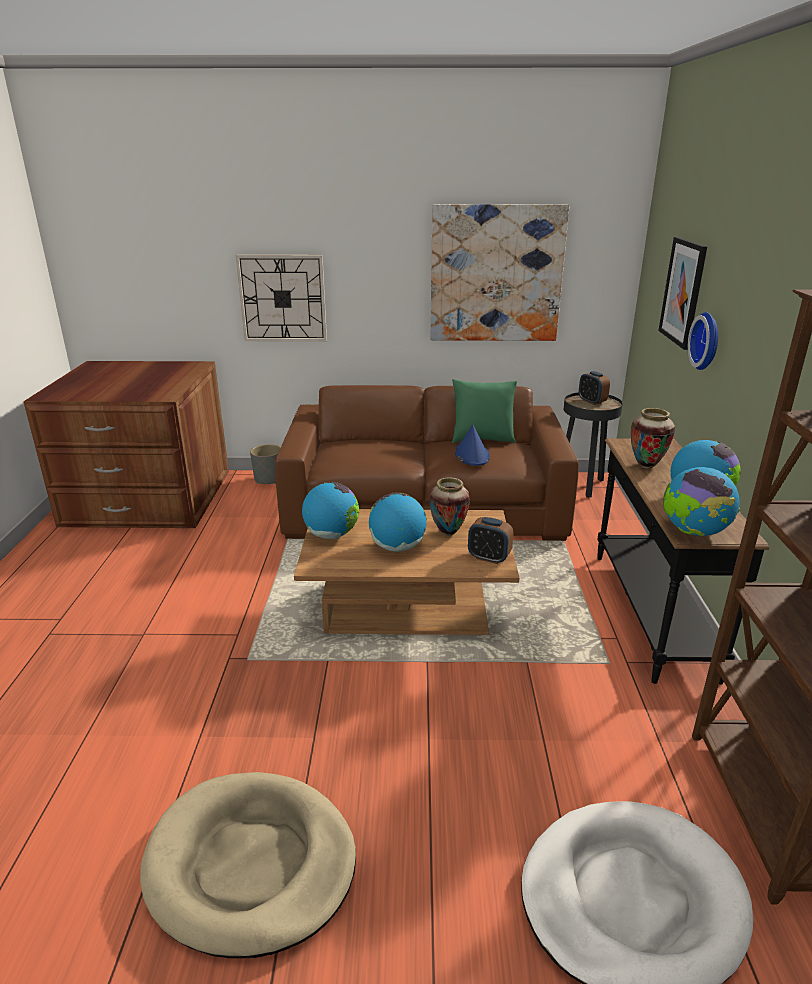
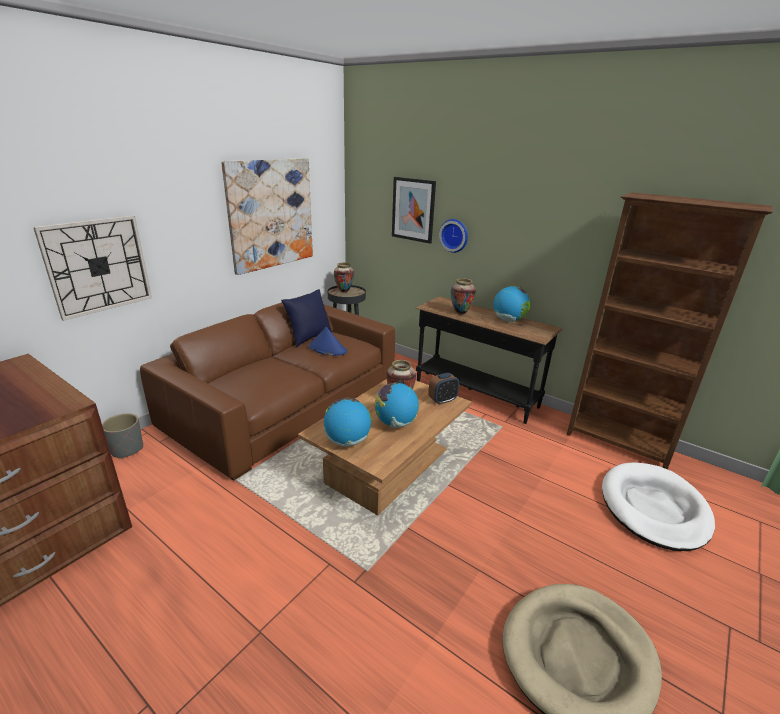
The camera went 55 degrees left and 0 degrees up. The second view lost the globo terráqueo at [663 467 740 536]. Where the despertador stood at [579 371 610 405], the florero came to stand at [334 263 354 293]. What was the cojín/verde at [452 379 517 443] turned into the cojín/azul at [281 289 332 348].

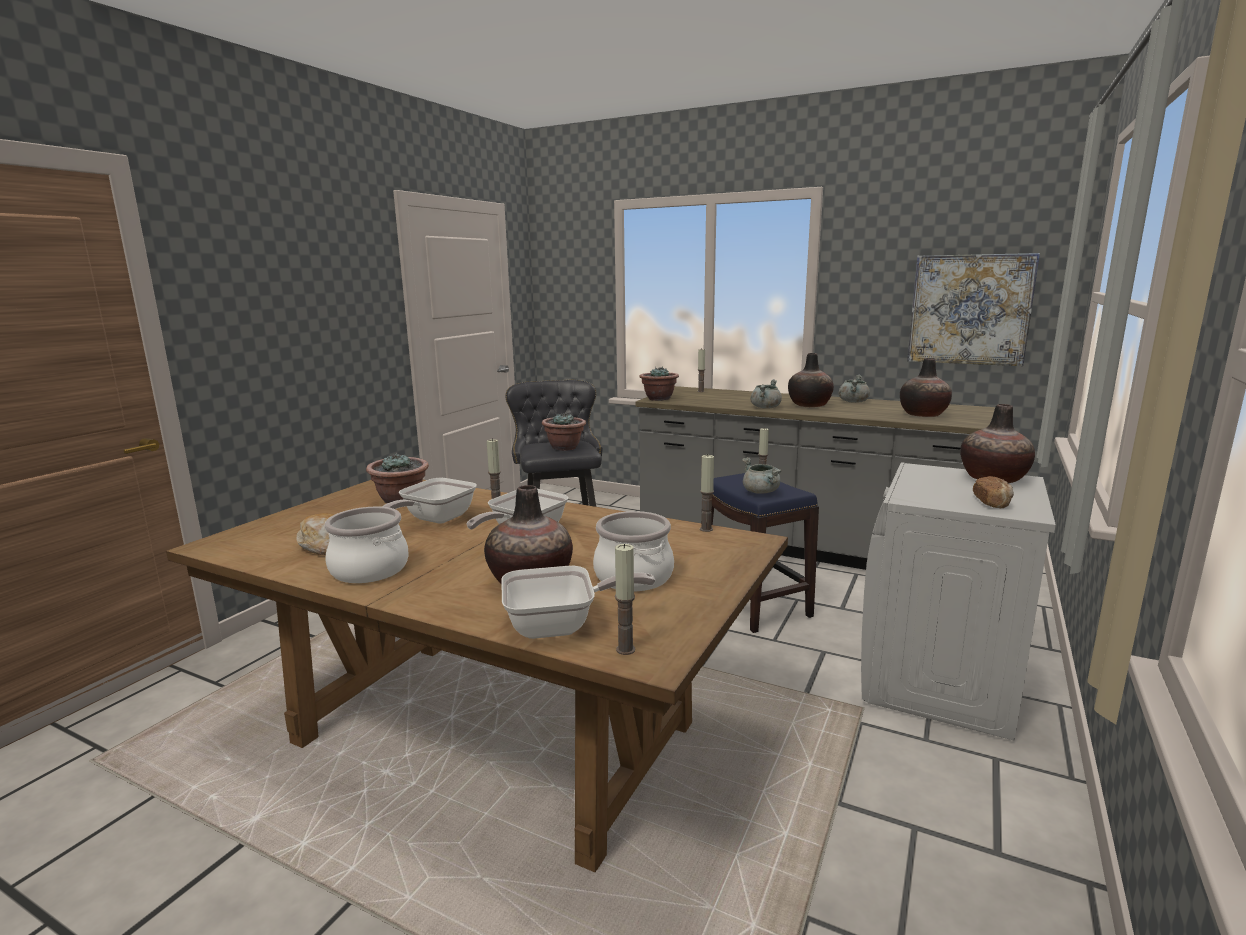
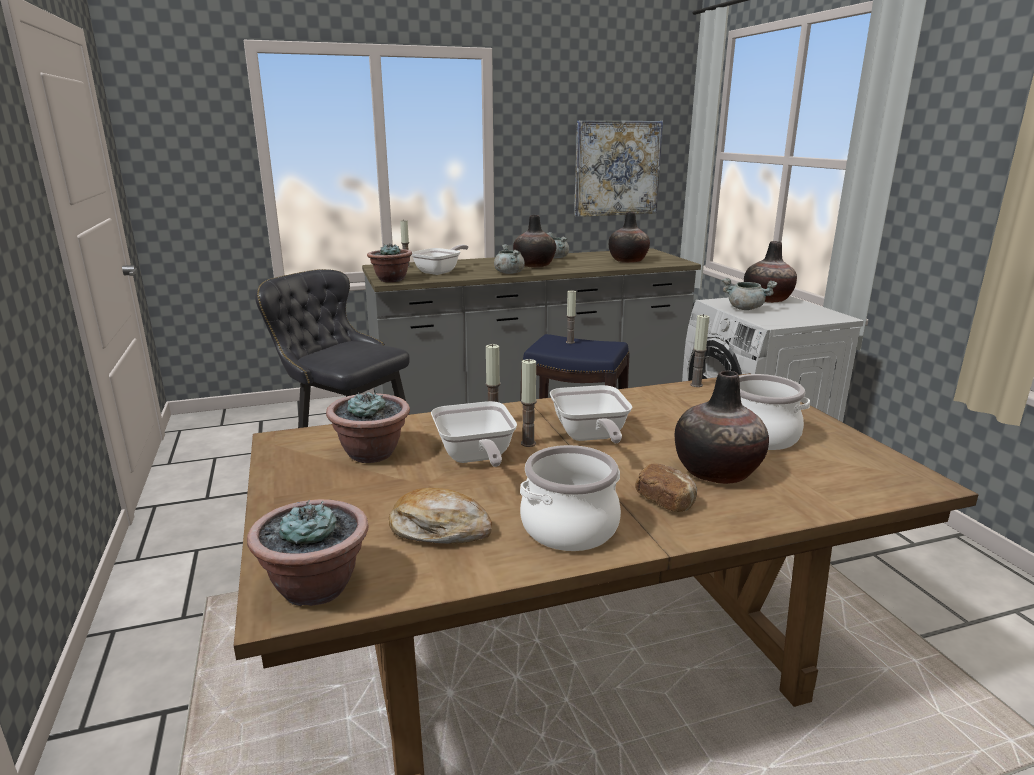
The camera went 45 degrees left and 5 degrees up. The sartén ended up elsewhere, having gone from [501 566 656 639] to [412 245 468 275]. The planta en maceta ended up elsewhere, having gone from [542 412 586 451] to [247 499 369 606]. The vela ended up elsewhere, having gone from [615 544 635 655] to [521 358 537 447]. The olla/gris ended up elsewhere, having gone from [742 457 782 494] to [722 278 777 310]. The pan ended up elsewhere, having gone from [973 476 1014 508] to [635 464 697 512].

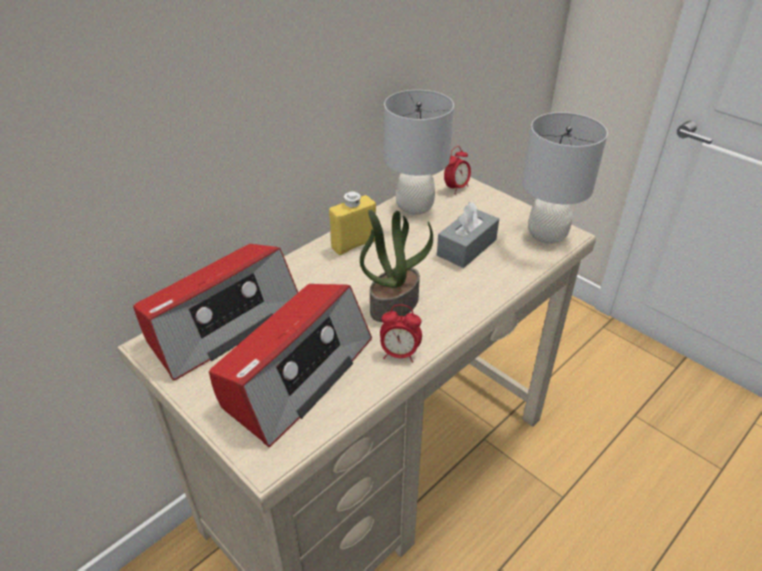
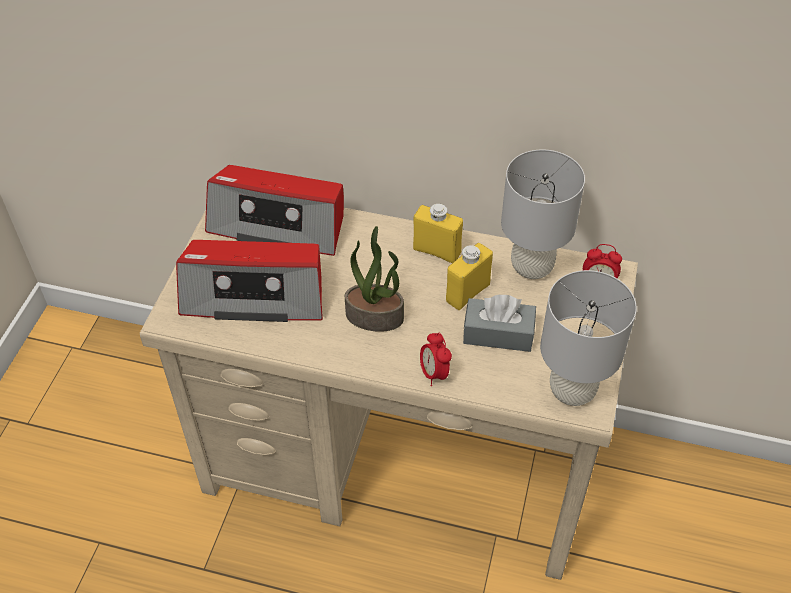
The camera went 60 degrees right and 10 degrees up. The second view gained the botella/amarillo at [446 243 493 310]. The despertador ended up elsewhere, having gone from [380 305 422 363] to [420 333 452 386].

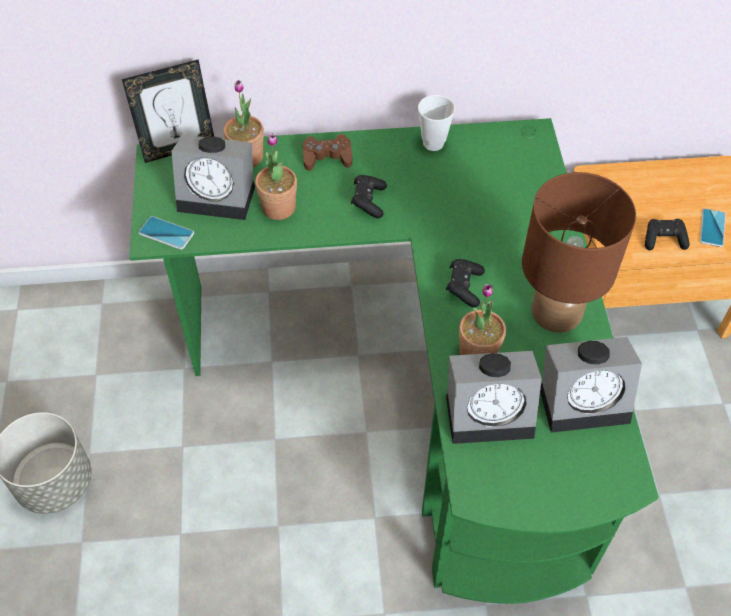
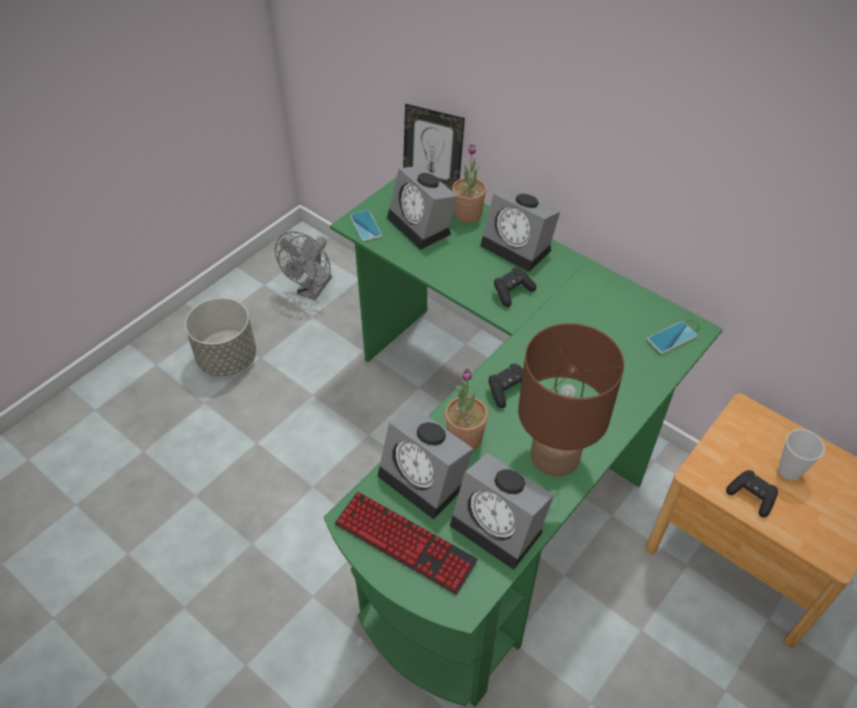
The camera went 45 degrees right and 5 degrees down. The second view lost the planta en maceta at [255 133 297 220]. The second view gained the ventilador/gris at [275 231 332 300]. The second view gained the teclado at [334 492 478 595]. The taza ended up elsewhere, having gone from [418 95 455 151] to [779 429 825 480]. The móvil ended up elsewhere, having gone from [700 208 726 247] to [647 321 697 354]. Where the mando de consola/marrón stood at [303 134 353 171], the despertador came to stand at [480 187 560 272].

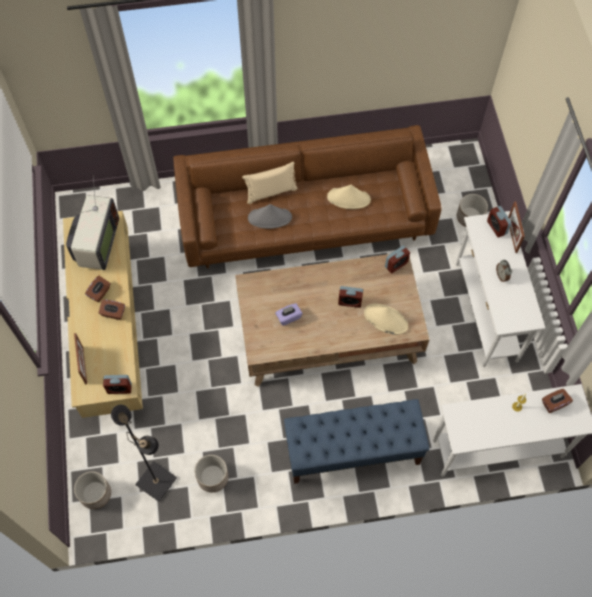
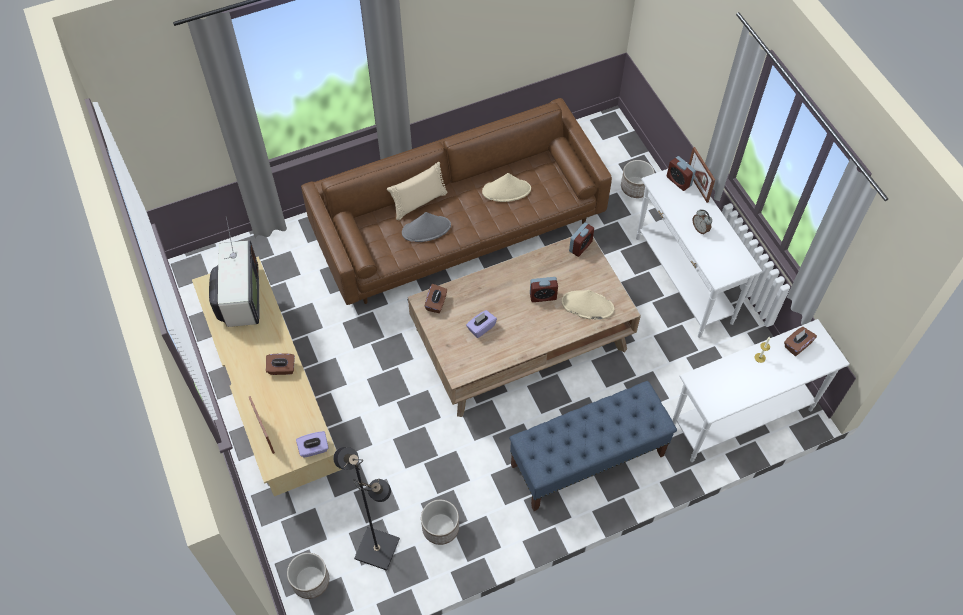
The camera went 15 degrees left and 5 degrees down. The caja de pañuelos/marrón ended up elsewhere, having gone from [85 276 111 302] to [425 284 447 313]. Where the despertador stood at [103 375 132 394], the caja de pañuelos/morado came to stand at [296 431 329 458].

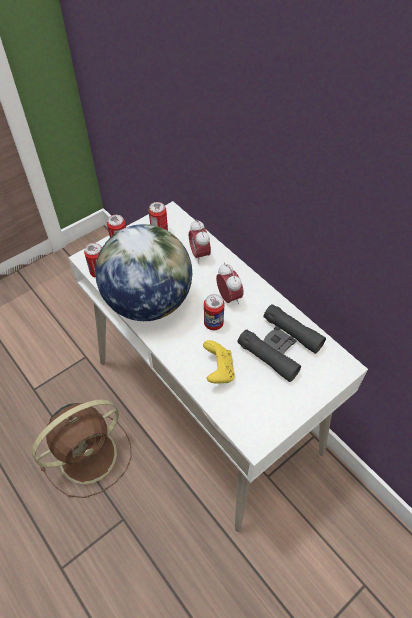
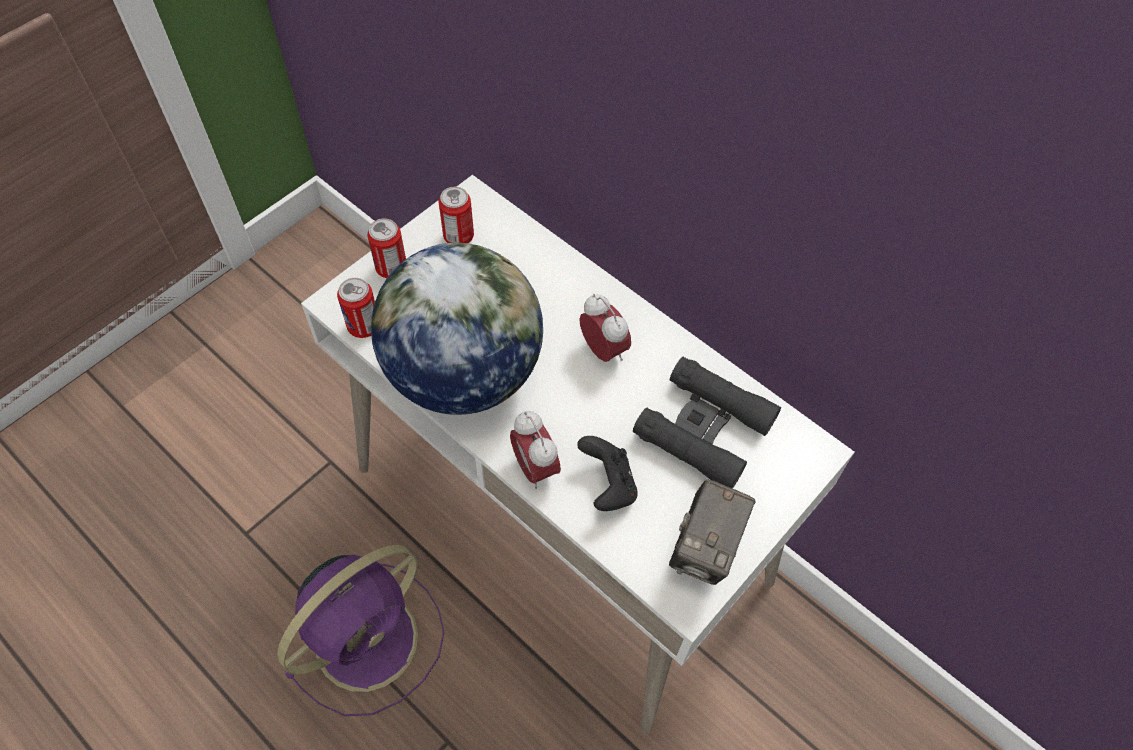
The camera went 10 degrees left and 5 degrees up. The second view lost the lata at [204 294 224 330]. The second view gained the cámara at [669 479 756 585]. The despertador ended up elsewhere, having gone from [189 219 211 264] to [510 411 561 489]. What was the ventilador/marrón at [32 399 132 498] turned into the ventilador/morado at [277 545 444 716]. What was the mando de consola/amarillo at [203 340 235 384] turned into the mando de consola/negro at [577 436 638 511].

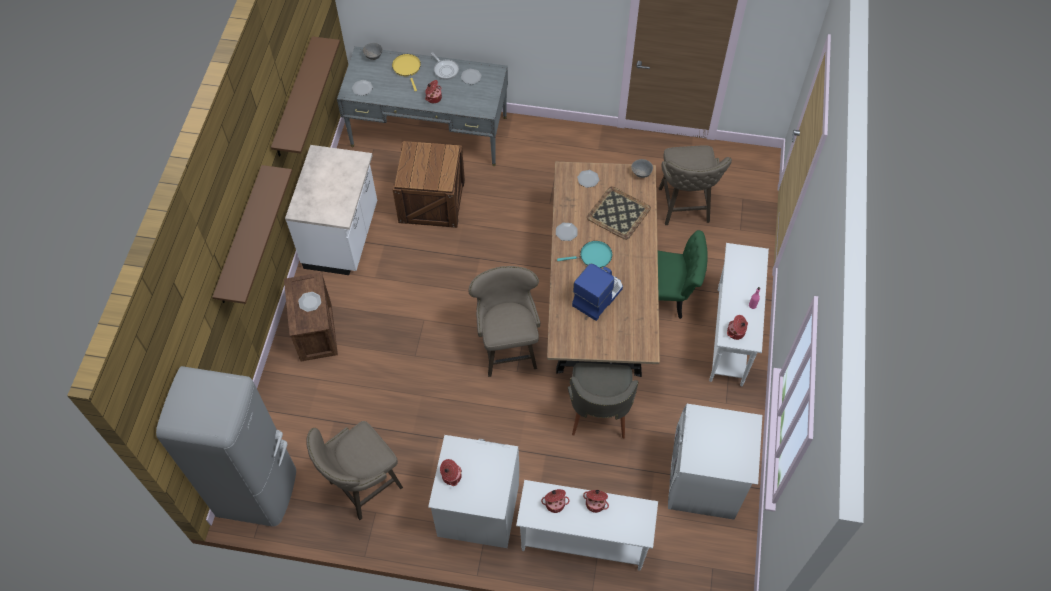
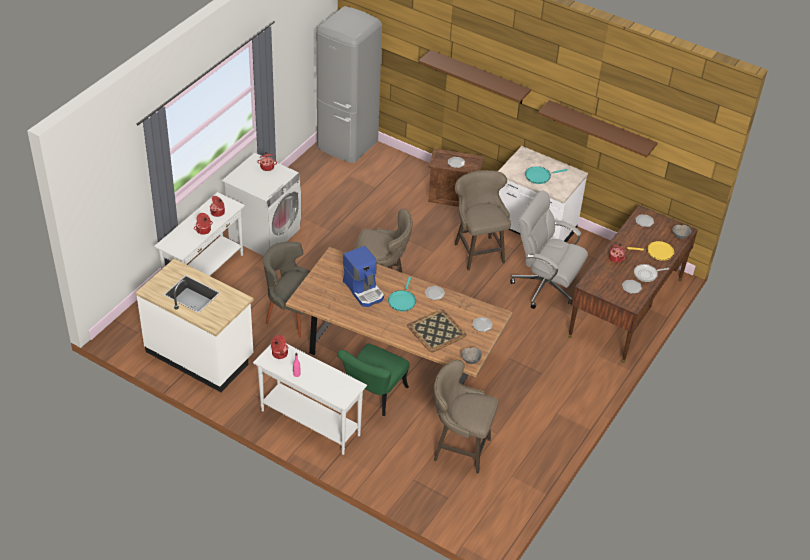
The camera went 110 degrees right and 15 degrees down. The second view gained the sartén/turquesa at [525 166 568 184]. The taburete/beis ended up elsewhere, having gone from [307 421 403 520] to [455 170 511 270]. Where the caja de embalaje stood at [392 141 465 228], the silla de oficina/gris came to stand at [510 191 588 309]. Where the lavadora/blanco stood at [668 404 762 520], the mueble bajo de cocina/blanco came to stand at [136 258 254 392]. What was the escritorio/gris at [337 46 508 166] turned into the escritorio/marrón at [568 205 698 363].

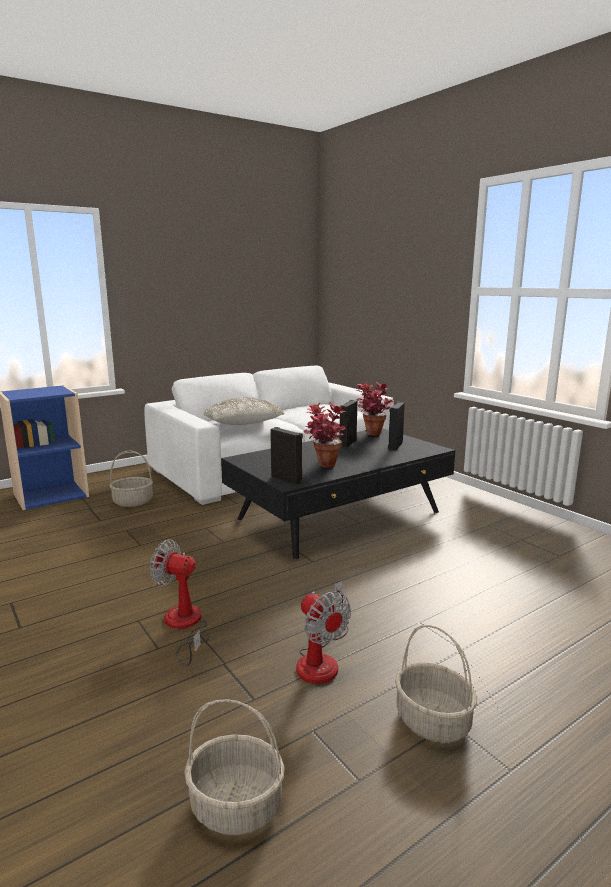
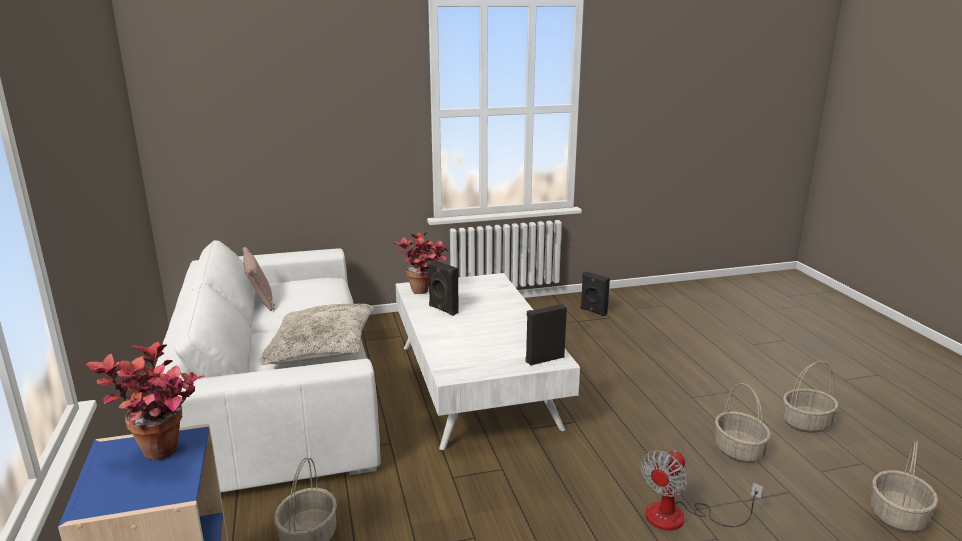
The camera went 70 degrees left and 5 degrees up. The second view gained the cojín/beis at [243 247 275 311]. The planta en maceta ended up elsewhere, having gone from [303 403 346 468] to [86 342 205 461]. The altavoz/negro ended up elsewhere, having gone from [388 402 405 450] to [580 272 610 316]. Where the ventilador stood at [296 581 351 684], the cesta came to stand at [715 383 771 463]. What was the mesa de centro/negro at [221 428 455 559] turned into the mesa de centro/blanco at [396 273 580 450].

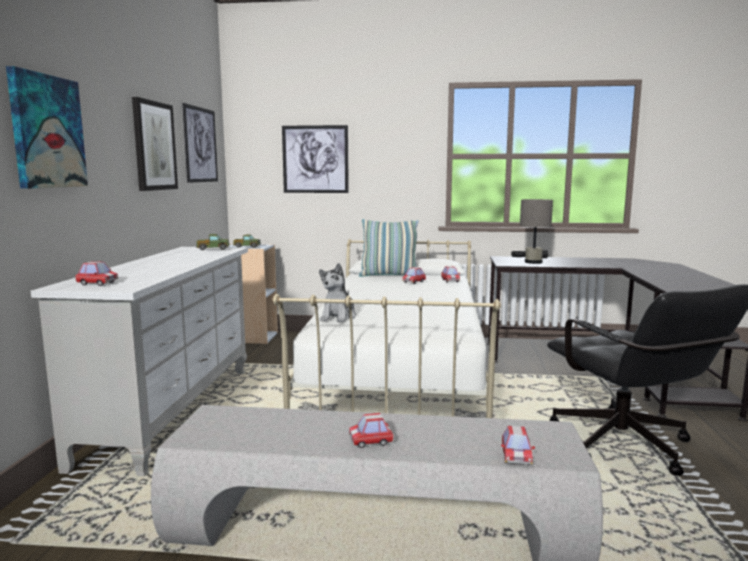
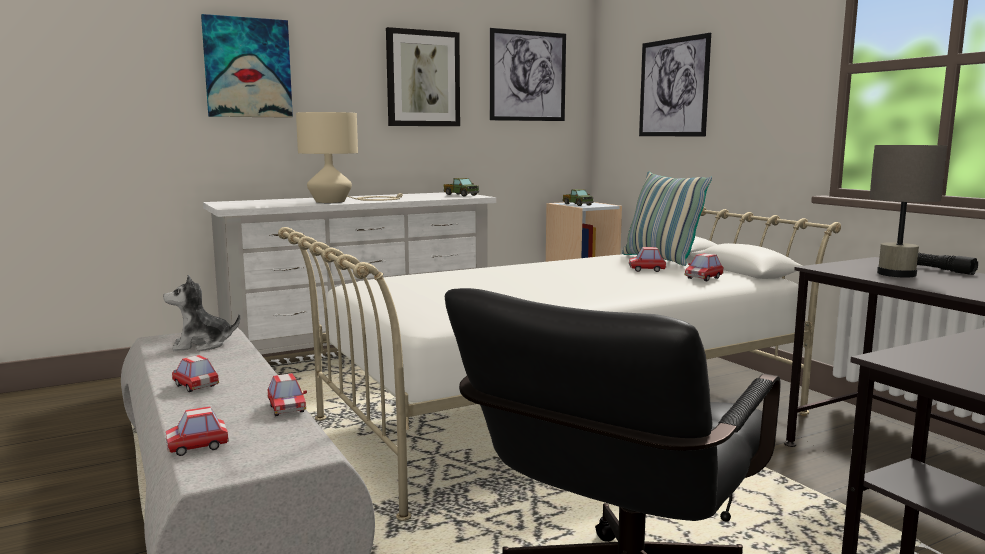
The camera went 55 degrees right and 0 degrees up. The second view gained the lámpara de mesa/beis at [296 112 403 203]. The coche de juguete ended up elsewhere, having gone from [75 261 118 286] to [267 373 307 416]. The peluche ended up elsewhere, having gone from [319 263 356 322] to [163 275 240 351].

